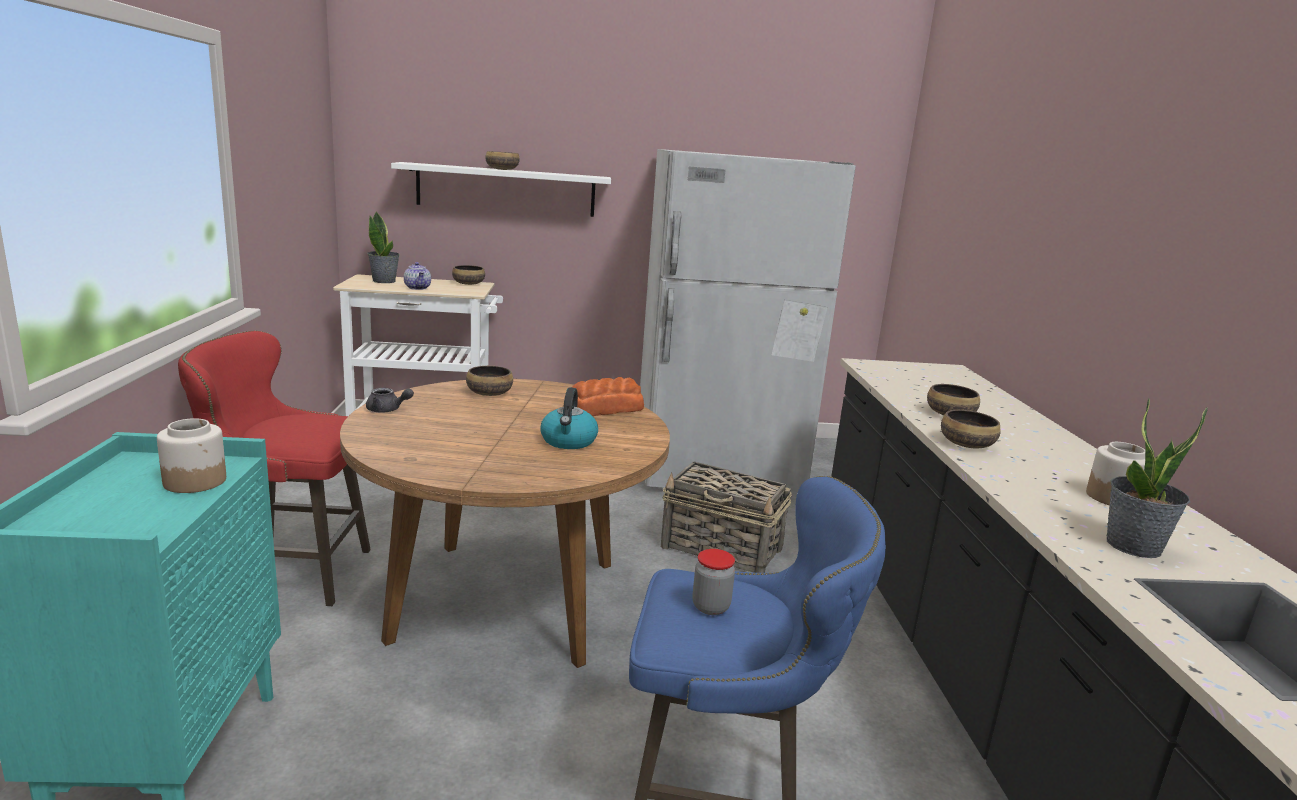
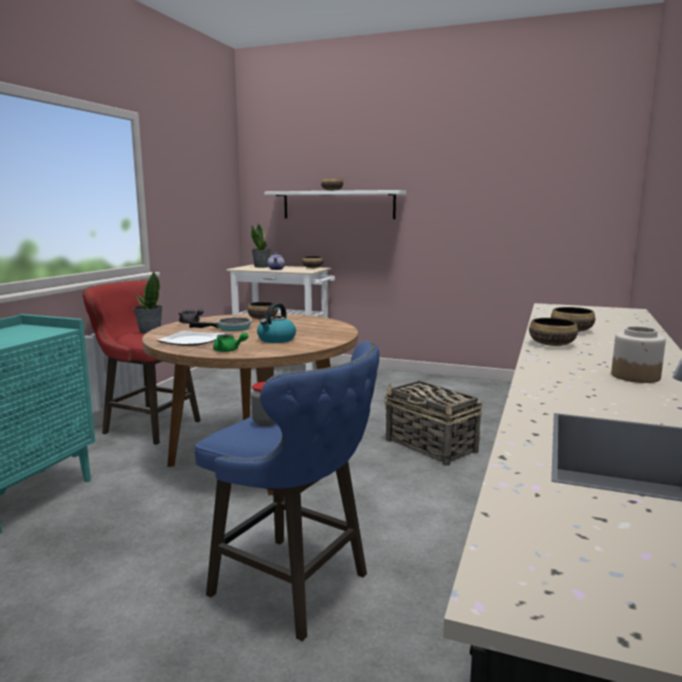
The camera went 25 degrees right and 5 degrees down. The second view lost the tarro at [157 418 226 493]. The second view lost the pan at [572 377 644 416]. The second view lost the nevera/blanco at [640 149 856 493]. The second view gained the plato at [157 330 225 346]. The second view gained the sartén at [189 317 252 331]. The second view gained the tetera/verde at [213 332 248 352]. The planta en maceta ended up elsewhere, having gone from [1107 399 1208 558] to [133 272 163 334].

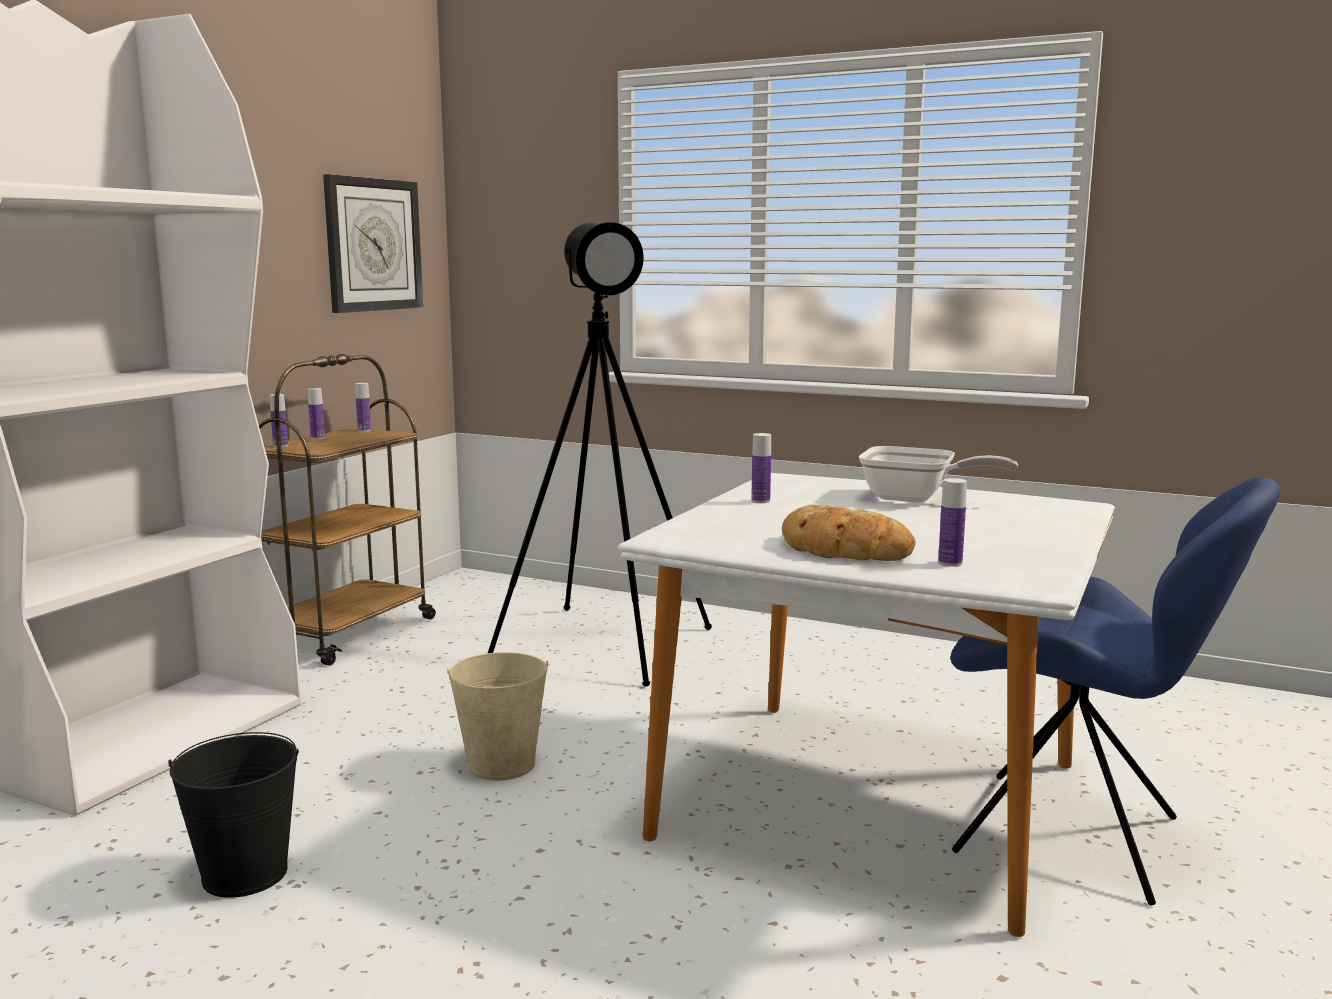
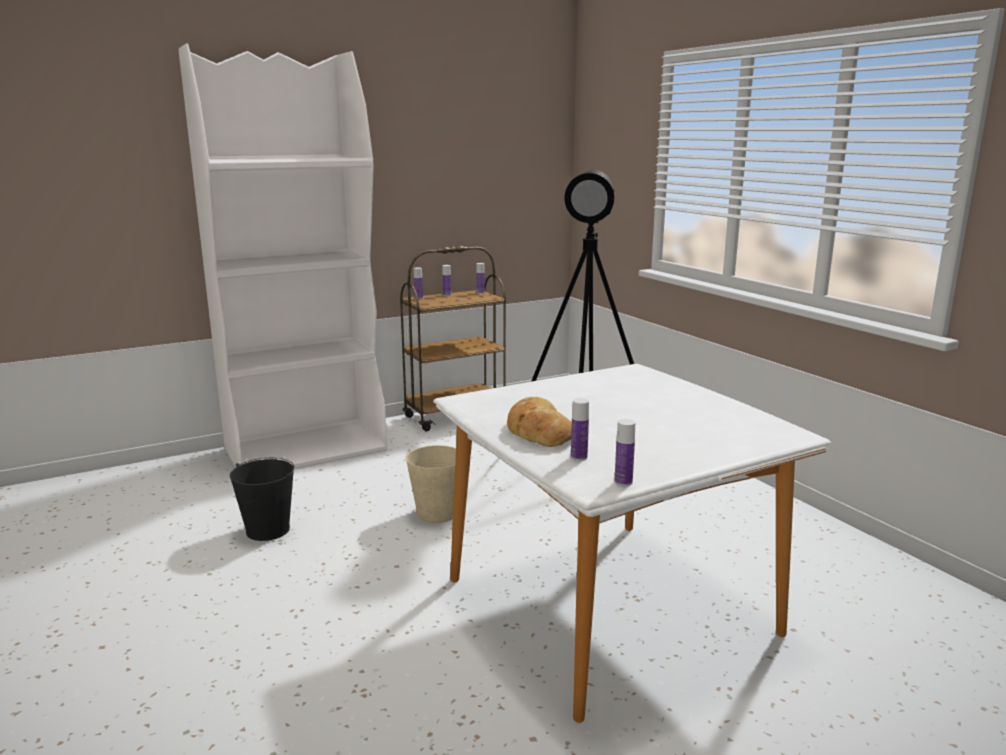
The camera went 35 degrees right and 5 degrees up. The second view lost the reloj de pared at [323 174 423 313]. The second view lost the sartén at [859 446 1018 503]. The second view lost the silla/azul at [950 476 1281 905]. The botella ended up elsewhere, having gone from [751 433 771 503] to [615 419 635 486].

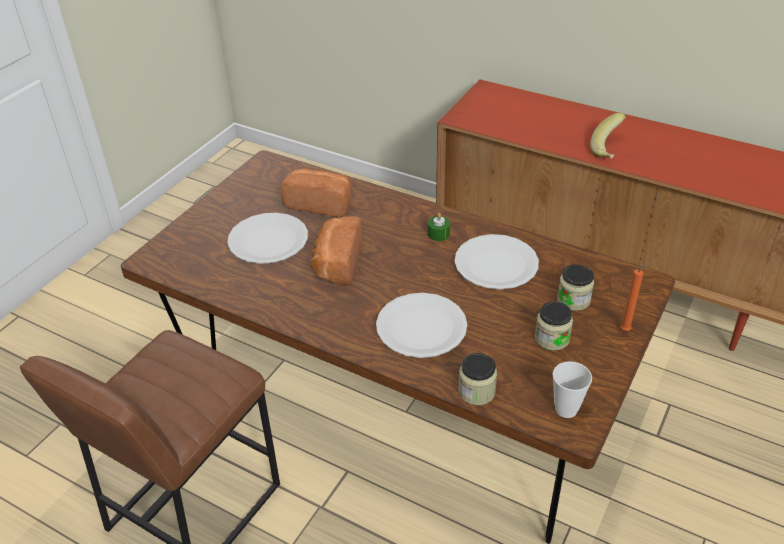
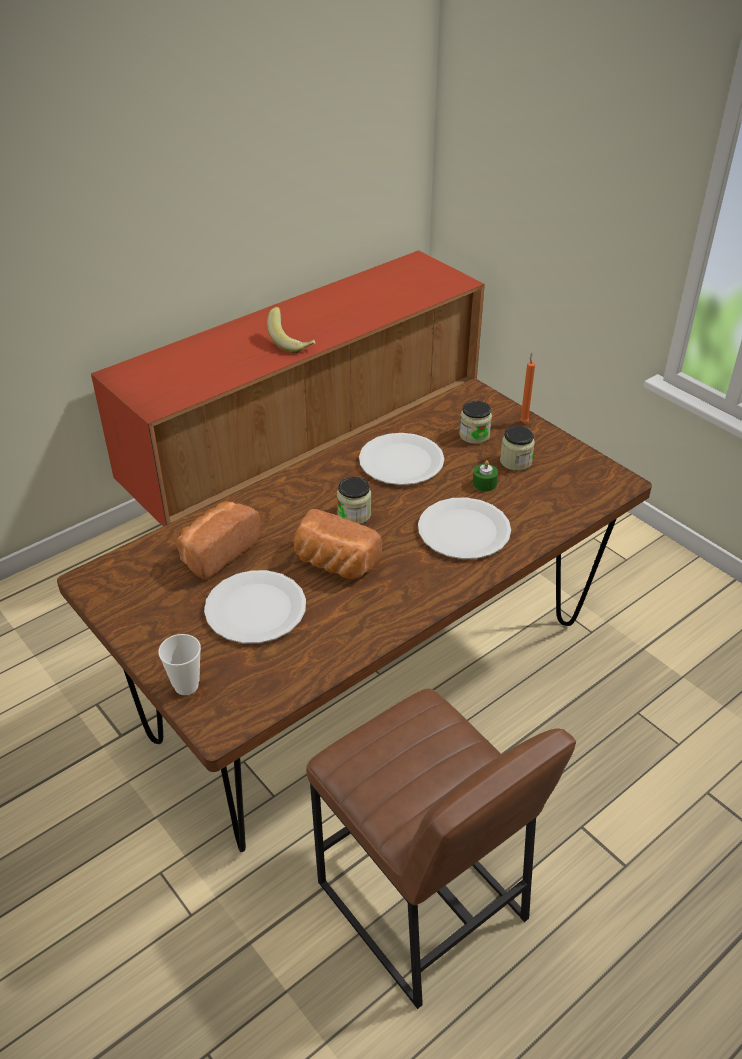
The camera went 70 degrees left and 0 degrees up. The vela/verde ended up elsewhere, having gone from [428 213 450 241] to [473 460 498 492]. The tarro ended up elsewhere, having gone from [458 353 497 405] to [337 477 371 524]. The taza ended up elsewhere, having gone from [553 361 592 418] to [158 634 201 695].

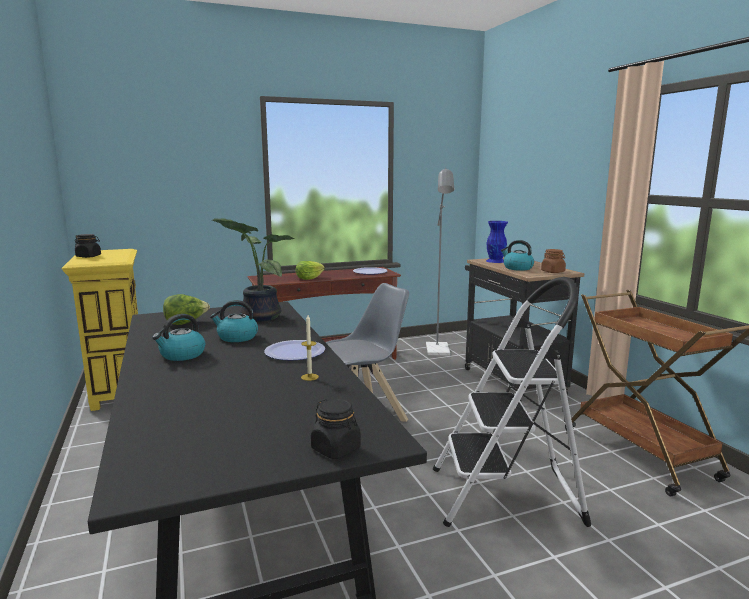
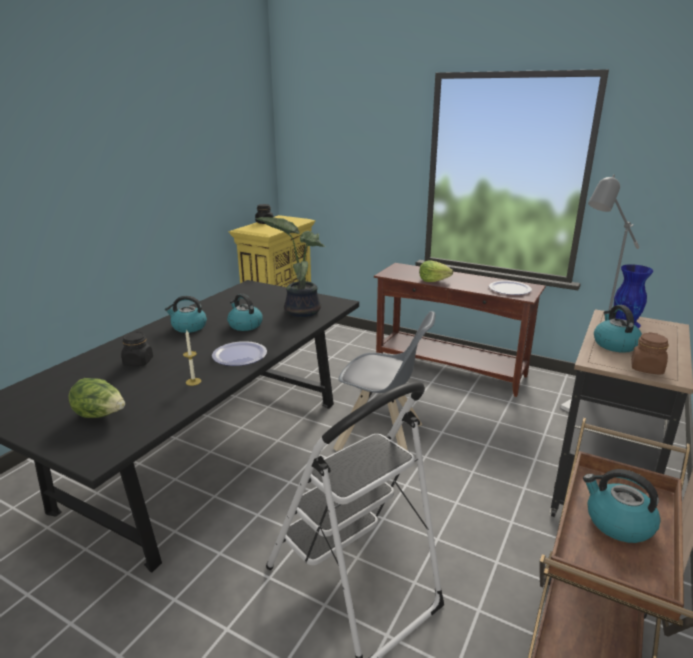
The camera went 50 degrees right and 10 degrees up. The second view gained the hervidor at [583 469 661 543]. The lechuga ended up elsewhere, having gone from [163 294 210 325] to [68 378 125 418]. The tarro/negro ended up elsewhere, having gone from [311 399 361 459] to [121 332 153 366].

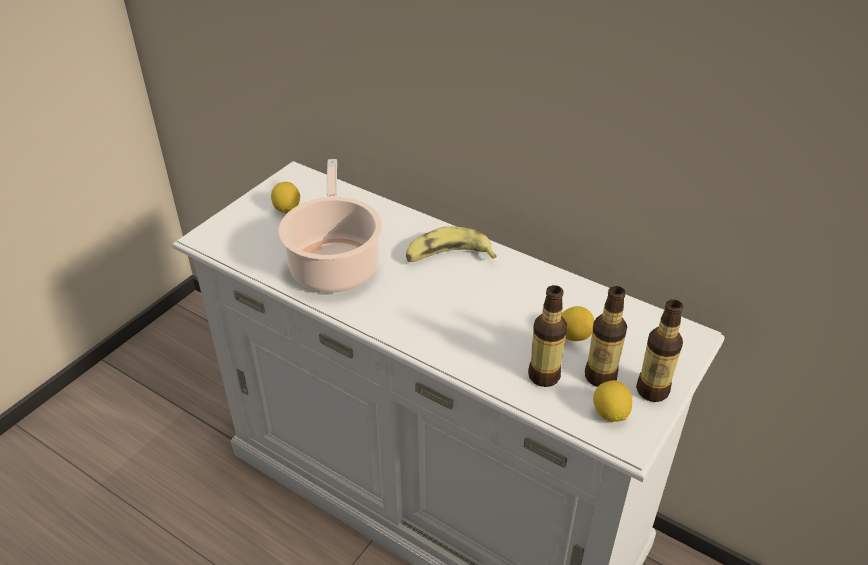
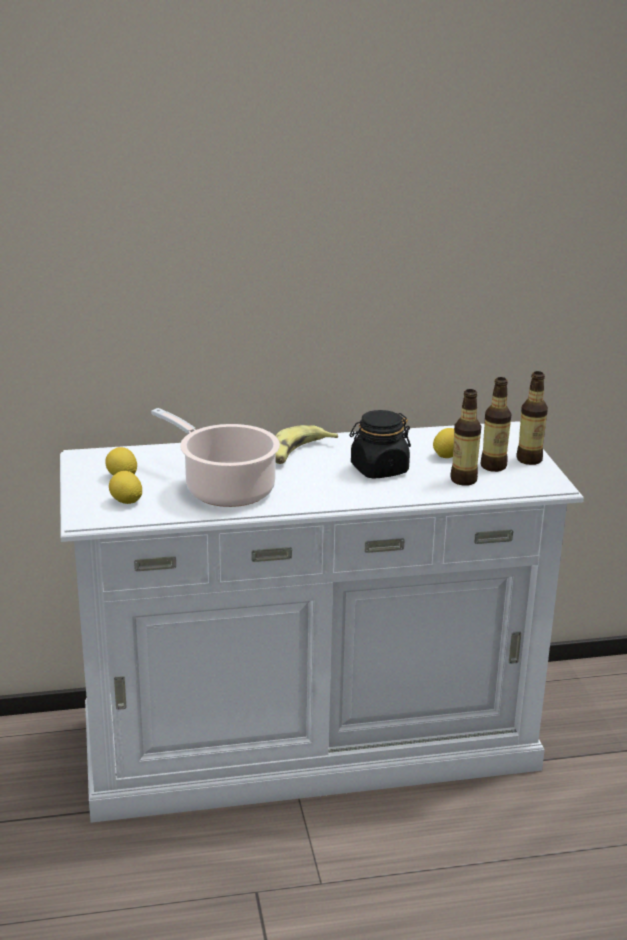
The camera went 45 degrees left and 15 degrees down. The second view gained the tarro/negro at [350 410 411 479]. The limón ended up elsewhere, having gone from [593 380 632 422] to [109 471 142 504].

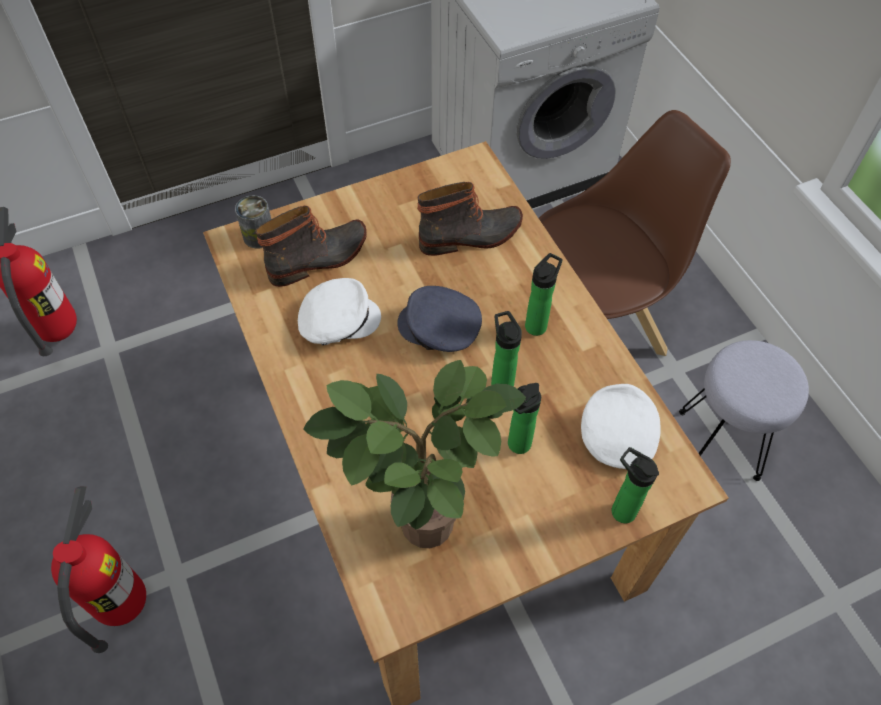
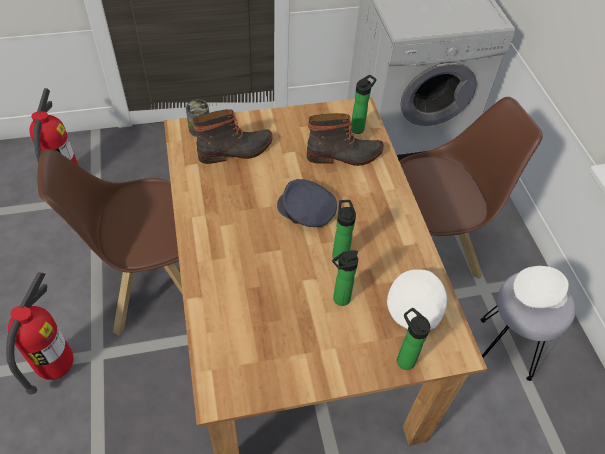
The camera went 10 degrees right and 5 degrees down. The second view lost the planta en maceta at [303 360 526 548]. The second view gained the silla/marrón at [37 149 183 335]. The gorra/blanco ended up elsewhere, having gone from [298 278 381 345] to [513 266 569 308]. The botella ended up elsewhere, having gone from [525 253 563 336] to [351 75 377 134].

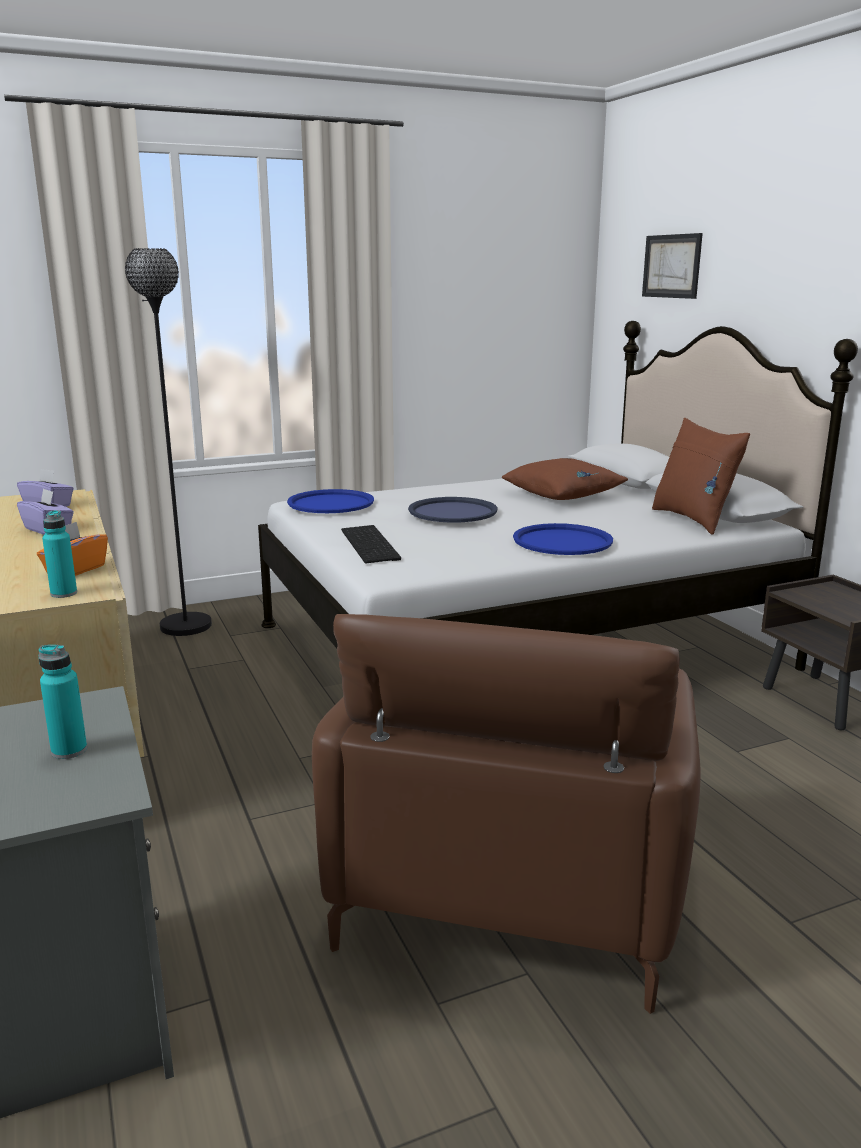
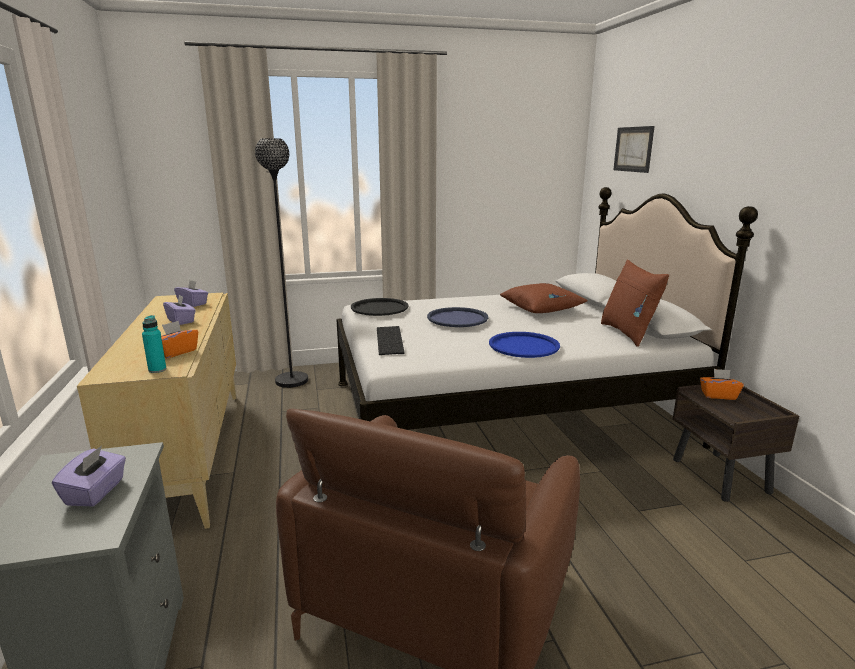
The camera went 10 degrees right and 0 degrees up. The second view gained the caja de pañuelos/naranja at [700 369 744 400]. Where the botella/turquesa stood at [39 645 87 759], the caja de pañuelos/morado came to stand at [52 445 126 507]. What was the bandeja/azul at [287 489 374 513] turned into the bandeja/negro at [351 298 409 316].

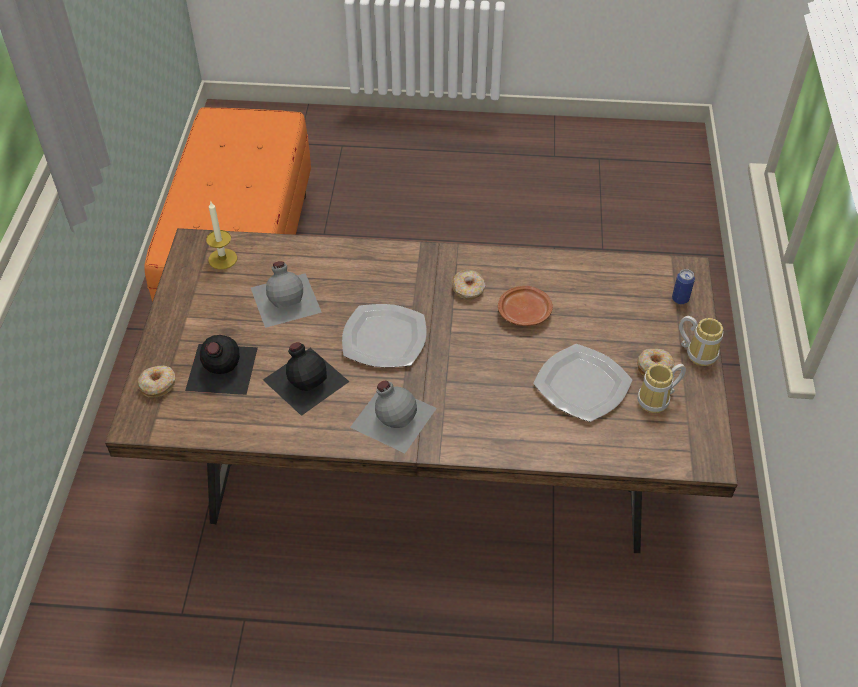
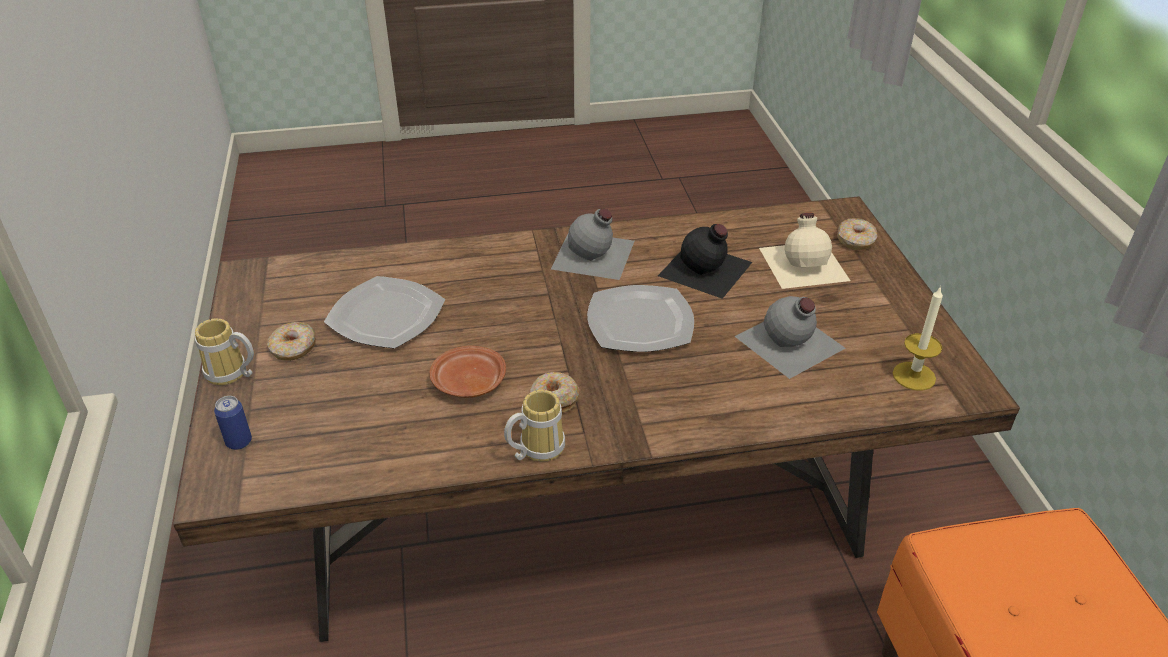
The camera went 165 degrees right and 10 degrees down. The taza grande ended up elsewhere, having gone from [637 364 686 413] to [504 390 565 462]. What was the botella/negro at [185 335 258 395] turned into the botella/beis at [759 213 850 289].

